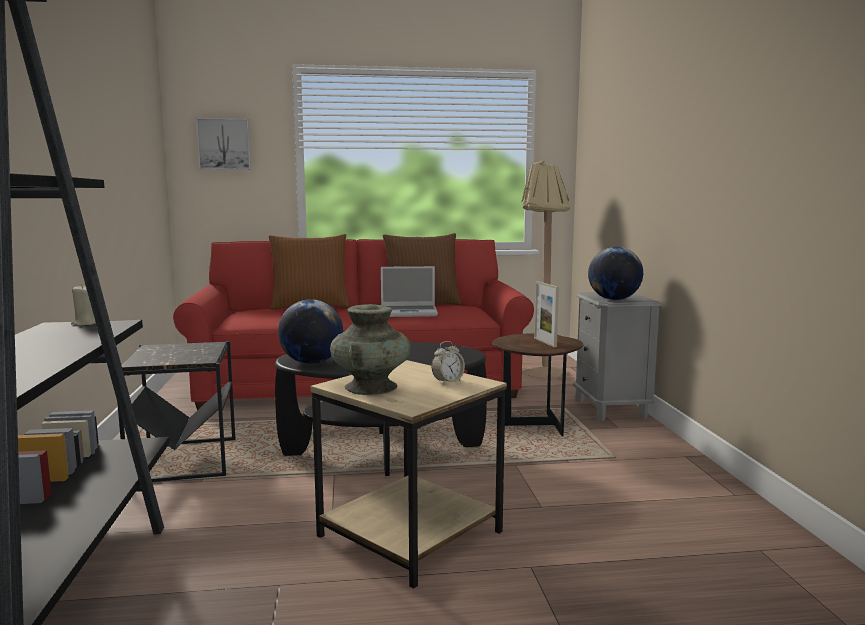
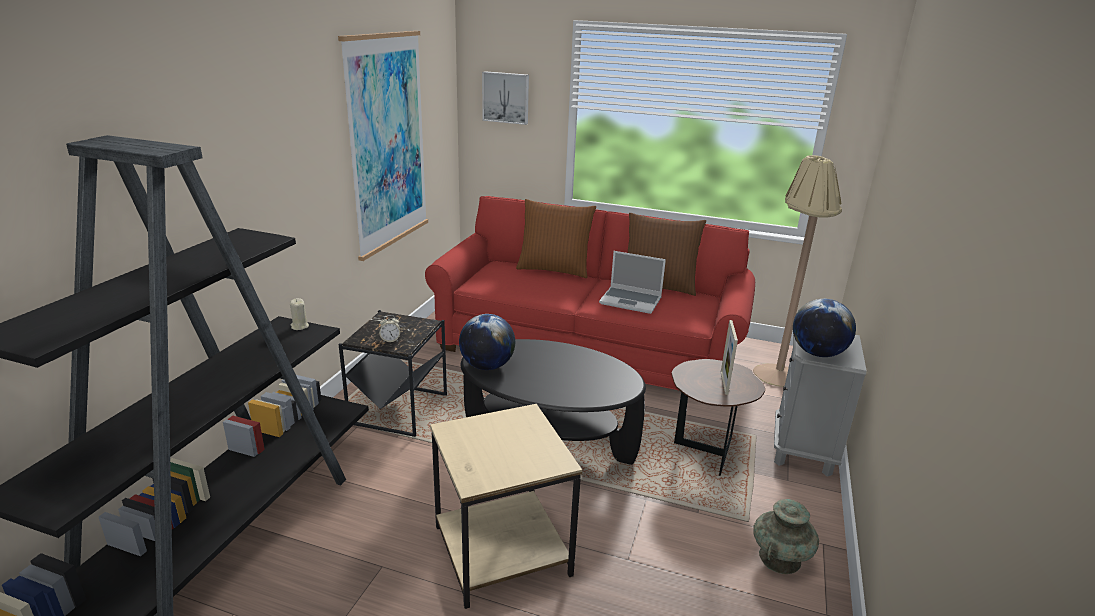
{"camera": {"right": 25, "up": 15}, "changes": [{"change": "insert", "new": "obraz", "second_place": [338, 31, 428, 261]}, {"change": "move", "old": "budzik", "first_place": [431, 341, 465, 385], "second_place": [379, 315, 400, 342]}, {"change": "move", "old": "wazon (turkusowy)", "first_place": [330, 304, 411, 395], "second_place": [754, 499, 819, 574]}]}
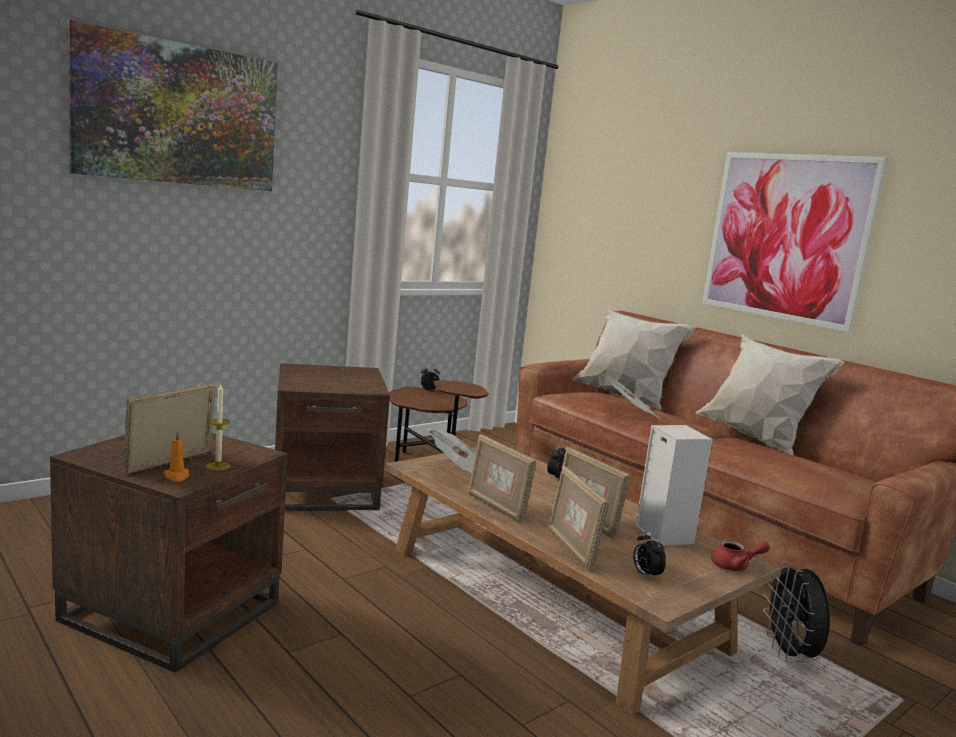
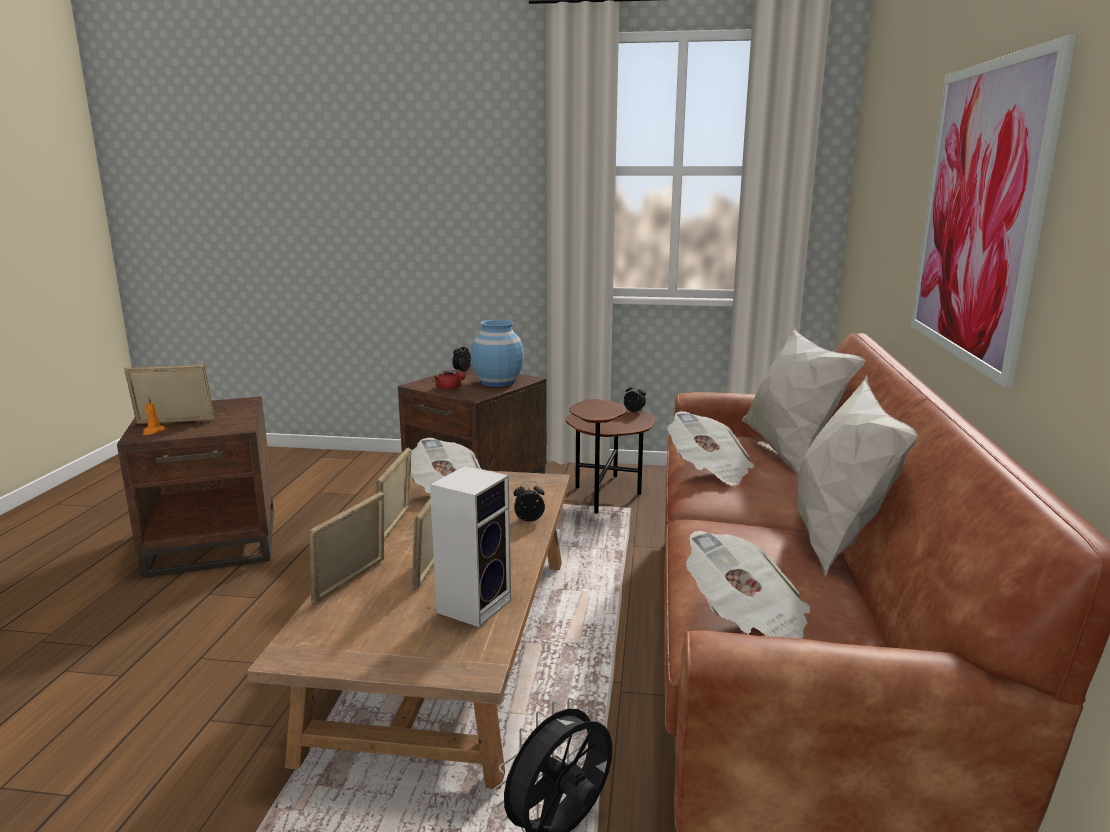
{"camera": {"right": 50, "up": 5}, "changes": [{"change": "move", "old": "imbryk (czerwony)", "first_place": [711, 540, 770, 571], "second_place": [434, 371, 465, 390]}, {"change": "move", "old": "budzik", "first_place": [633, 531, 666, 581], "second_place": [452, 343, 471, 373]}, {"change": "insert", "new": "wazon (niebieski)", "second_place": [471, 319, 524, 387]}, {"change": "insert", "new": "gazeta", "second_place": [686, 530, 810, 639]}, {"change": "delete", "old": "obraz", "first_place": [67, 20, 278, 191]}, {"change": "delete", "old": "świeca", "first_place": [206, 384, 230, 470]}]}
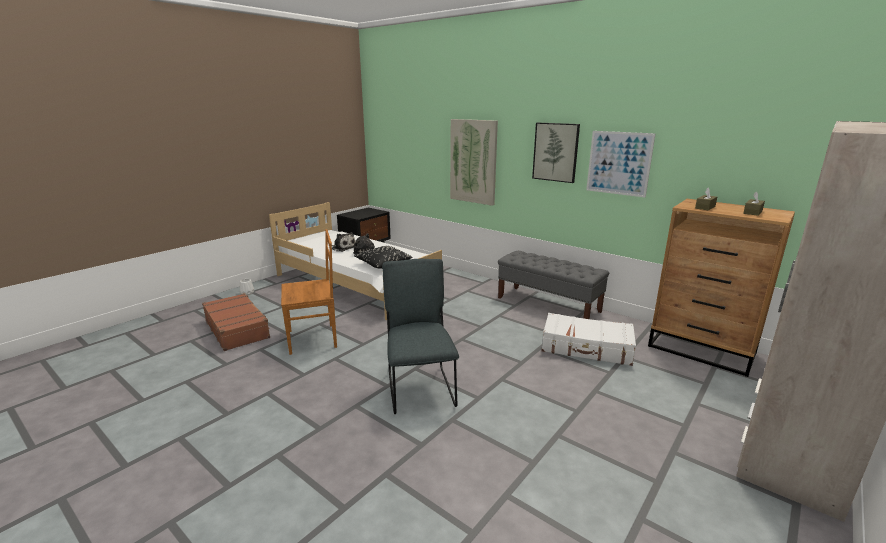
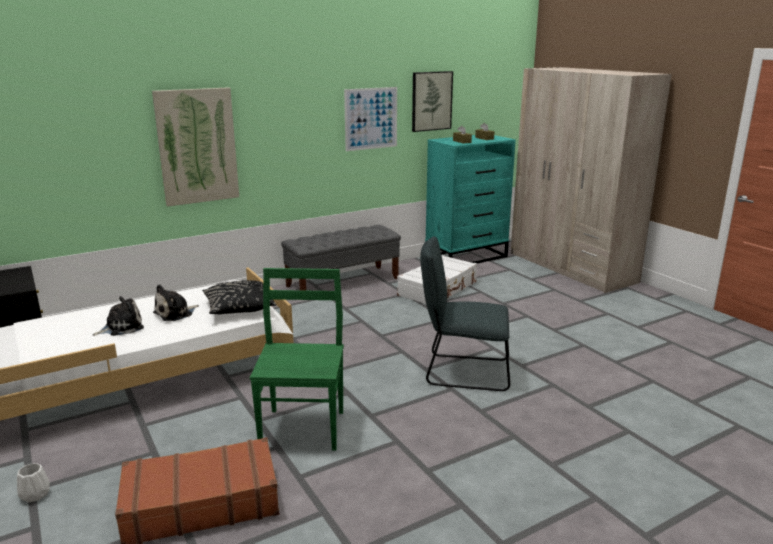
{"camera": {"right": -70, "up": 0}, "changes": [{"change": "recolor", "old": "krzesło (brązowy)", "new": "krzesło (zielony)", "first_place": [281, 229, 337, 355], "second_place": [250, 268, 344, 451]}, {"change": "move", "old": "obraz", "first_place": [532, 123, 580, 183], "second_place": [412, 71, 453, 132]}, {"change": "recolor", "old": "komoda (brązowy)", "new": "komoda (turkusowy)", "first_place": [648, 199, 795, 377], "second_place": [425, 135, 516, 263]}]}
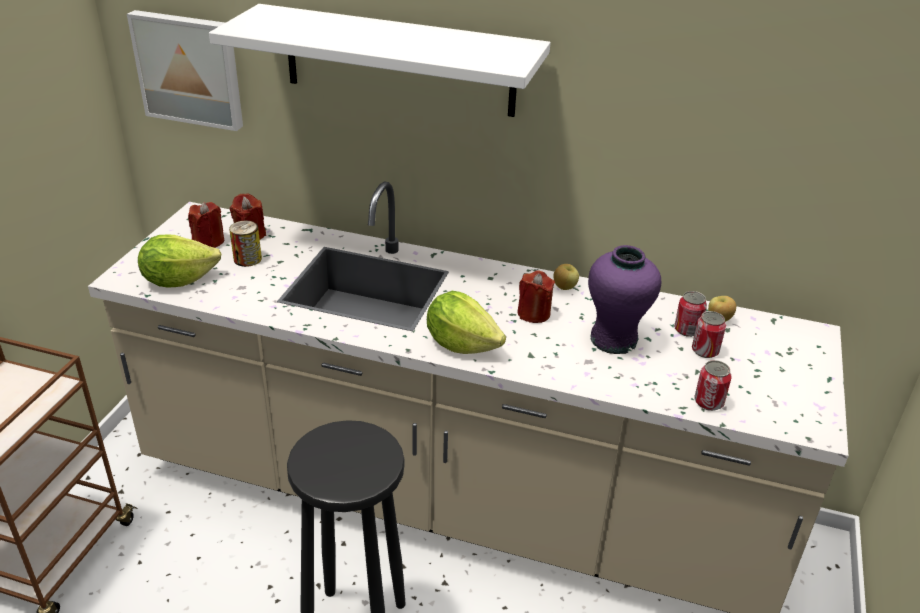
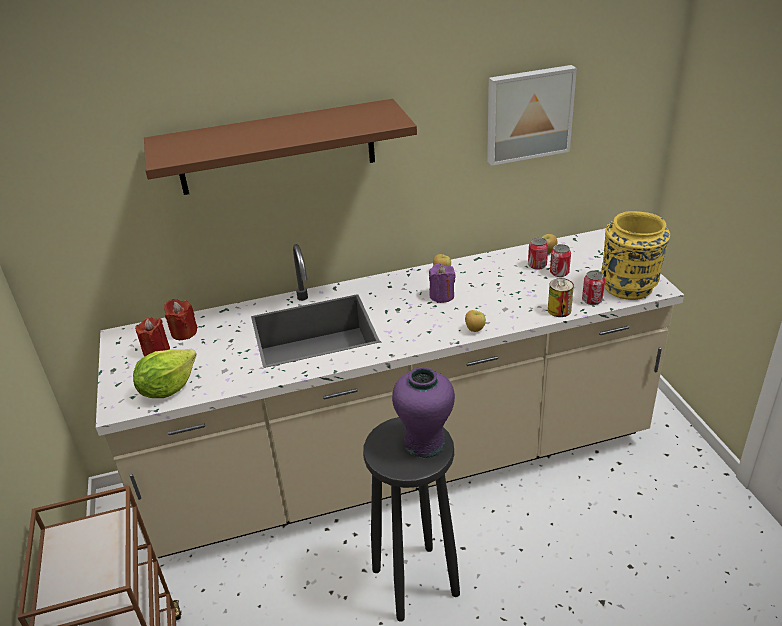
{"camera": {"right": -30, "up": 0}, "changes": [{"change": "recolor", "old": "półka (biały)", "new": "półka (brązowy)", "first_place": [209, 4, 550, 117], "second_place": [144, 99, 417, 195]}, {"change": "move", "old": "wazon (fioletowy)", "first_place": [588, 245, 661, 354], "second_place": [392, 367, 455, 458]}, {"change": "recolor", "old": "świeca (czerwony)", "new": "świeca (fioletowy)", "first_place": [517, 270, 555, 323], "second_place": [429, 264, 455, 303]}, {"change": "insert", "new": "jabłko", "second_place": [465, 310, 486, 332]}, {"change": "move", "old": "obraz", "first_place": [127, 10, 243, 131], "second_place": [487, 65, 577, 166]}, {"change": "move", "old": "puszka", "first_place": [229, 221, 262, 267], "second_place": [548, 278, 574, 317]}, {"change": "insert", "new": "wazon (żółty)", "second_place": [601, 211, 670, 300]}, {"change": "delete", "old": "sałata", "first_place": [427, 291, 506, 354]}]}
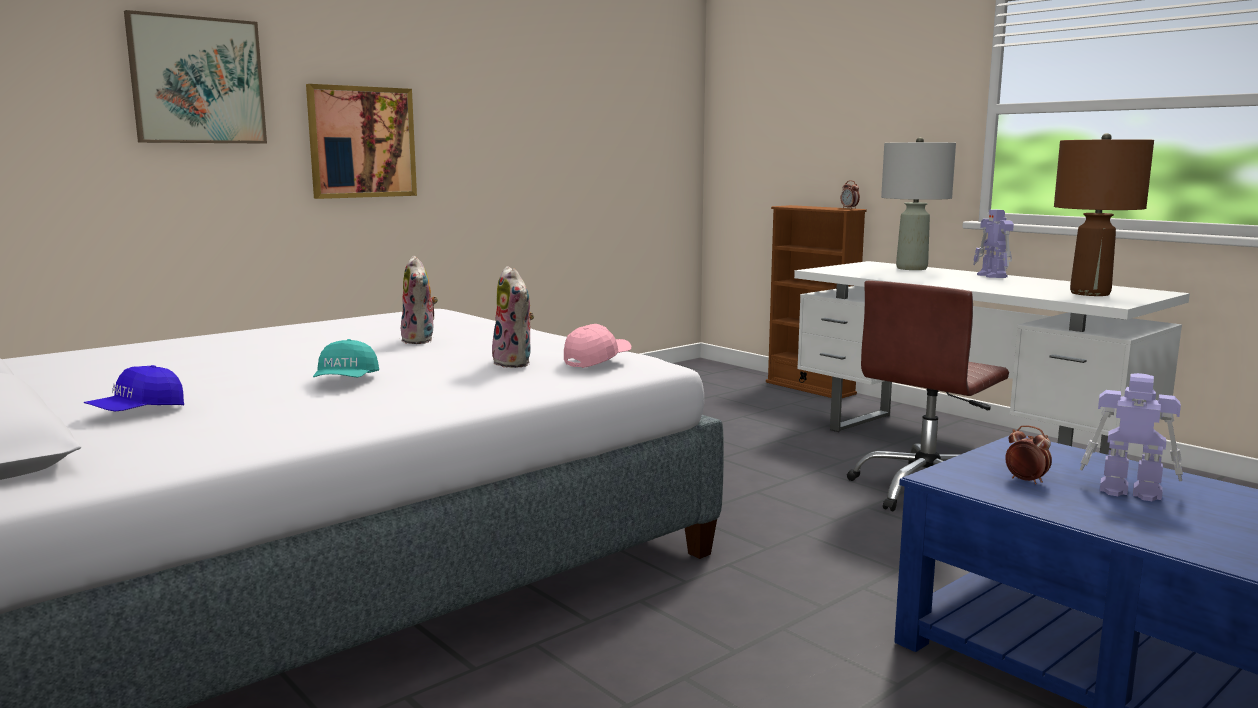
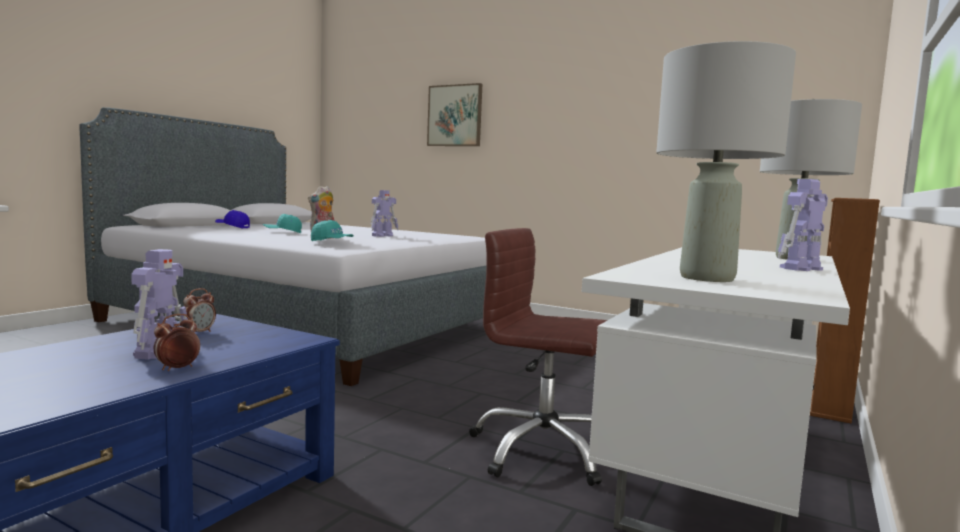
{"camera": {"right": 70, "up": -5}, "changes": [{"change": "move", "old": "budzik", "first_place": [841, 180, 860, 209], "second_place": [154, 314, 200, 371]}, {"change": "recolor", "old": "czapka z daszkiem (różowy)", "new": "czapka z daszkiem (turkusowy)", "first_place": [564, 324, 631, 368], "second_place": [311, 220, 353, 241]}, {"change": "replace", "old": "pluszak", "new": "robot zabawkowy", "first_place": [401, 256, 438, 344], "second_place": [371, 190, 398, 237]}, {"change": "recolor", "old": "lampa stołowa (brązowy)", "new": "lampa stołowa (szary)", "first_place": [1054, 133, 1154, 296], "second_place": [656, 41, 796, 282]}, {"change": "delete", "old": "obraz", "first_place": [306, 84, 417, 199]}]}
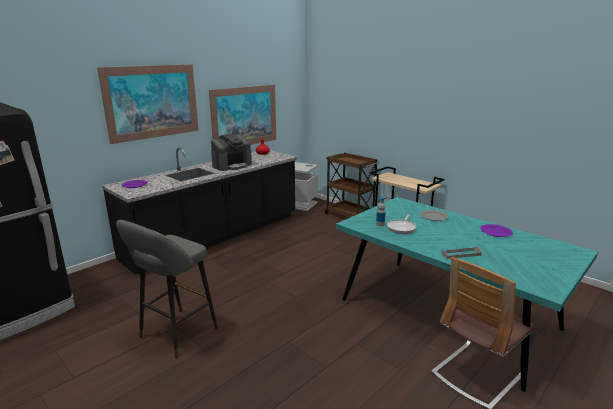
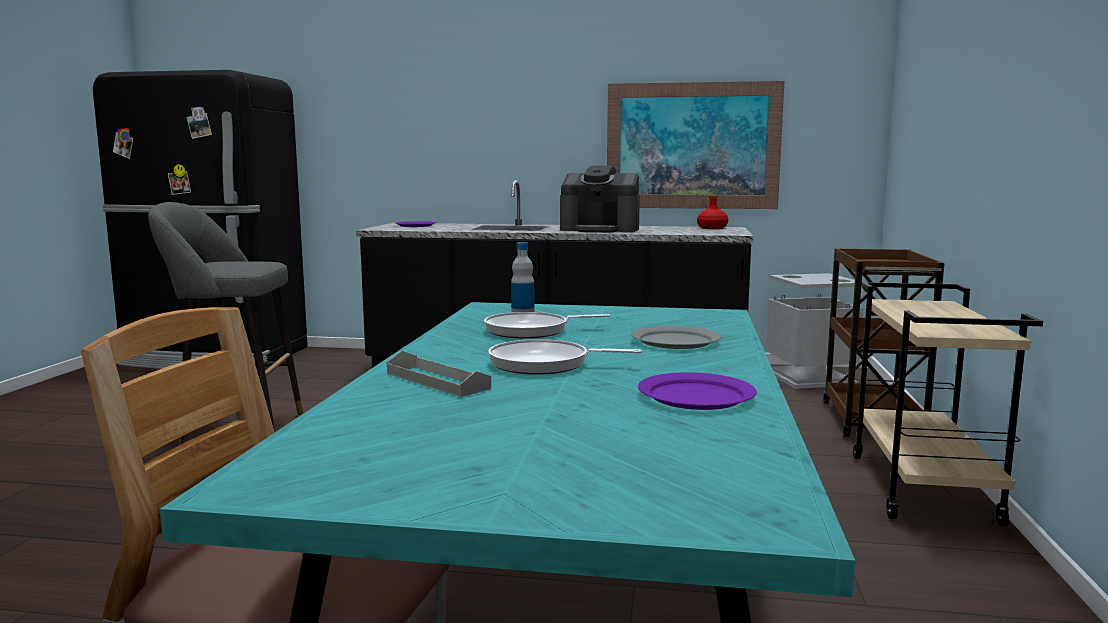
{"camera": {"right": 55, "up": -10}, "changes": [{"change": "insert", "new": "patelnia", "second_place": [488, 339, 642, 375]}, {"change": "delete", "old": "obraz", "first_place": [97, 64, 199, 144]}]}
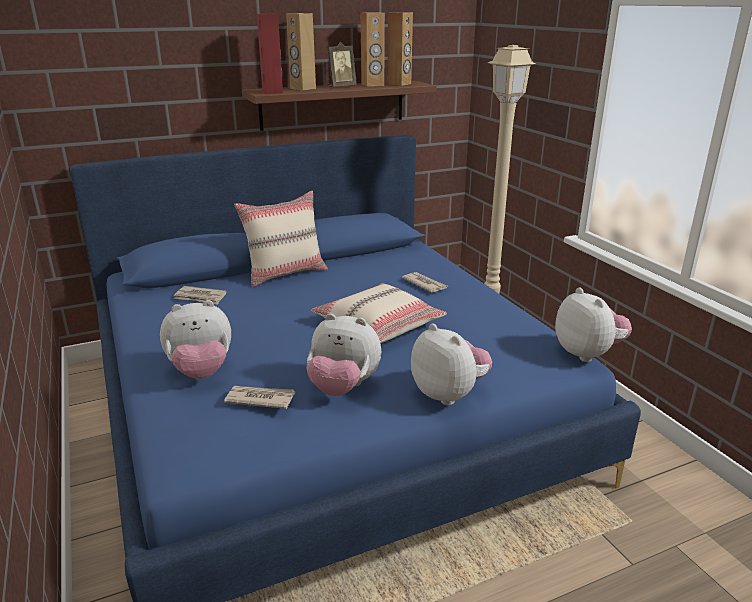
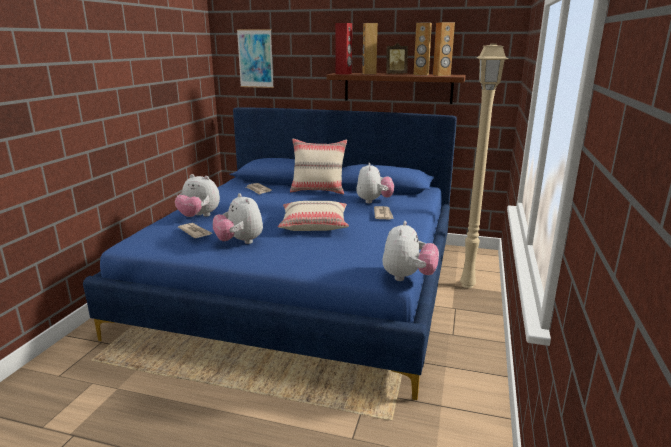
{"camera": {"right": 40, "up": -5}, "changes": [{"change": "insert", "new": "obraz", "second_place": [237, 29, 274, 88]}, {"change": "move", "old": "pluszak", "first_place": [411, 323, 492, 405], "second_place": [356, 162, 394, 203]}]}
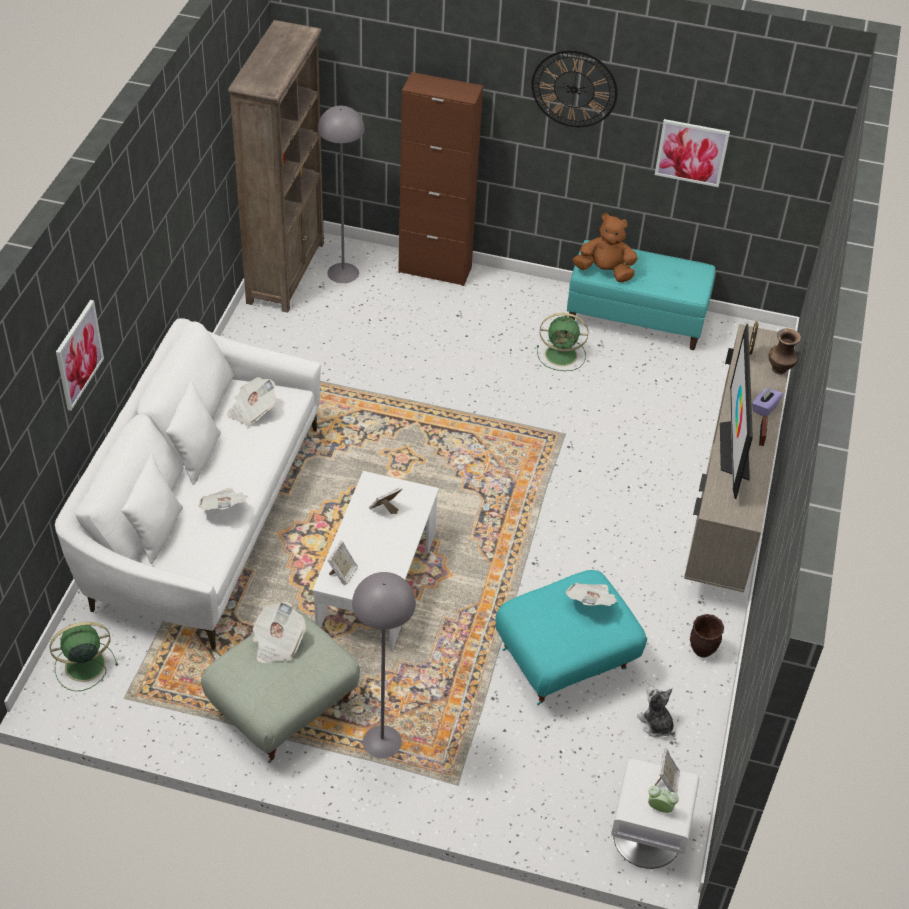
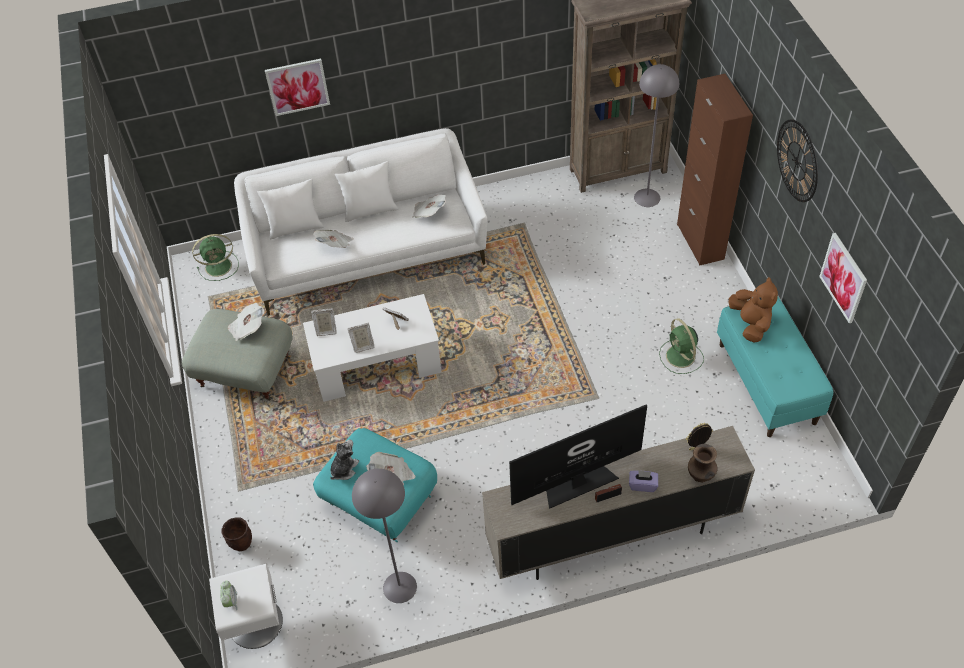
{"camera": {"right": 65, "up": 5}, "changes": [{"change": "rotate", "old": "wentylator (zielony)", "first_place": [49, 622, 118, 691], "second_place": [192, 234, 239, 281], "degrees": 120}, {"change": "move", "old": "donica (brązowy)", "first_place": [690, 614, 724, 658], "second_place": [221, 517, 252, 551]}, {"change": "move", "old": "pluszak", "first_place": [637, 686, 675, 737], "second_place": [330, 439, 359, 480]}, {"change": "move", "old": "ramka na zdjęcie", "first_place": [654, 748, 680, 793], "second_place": [347, 323, 375, 353]}, {"change": "move", "old": "lampa stojąca (szary)", "first_place": [352, 572, 416, 758], "second_place": [352, 468, 417, 603]}]}
